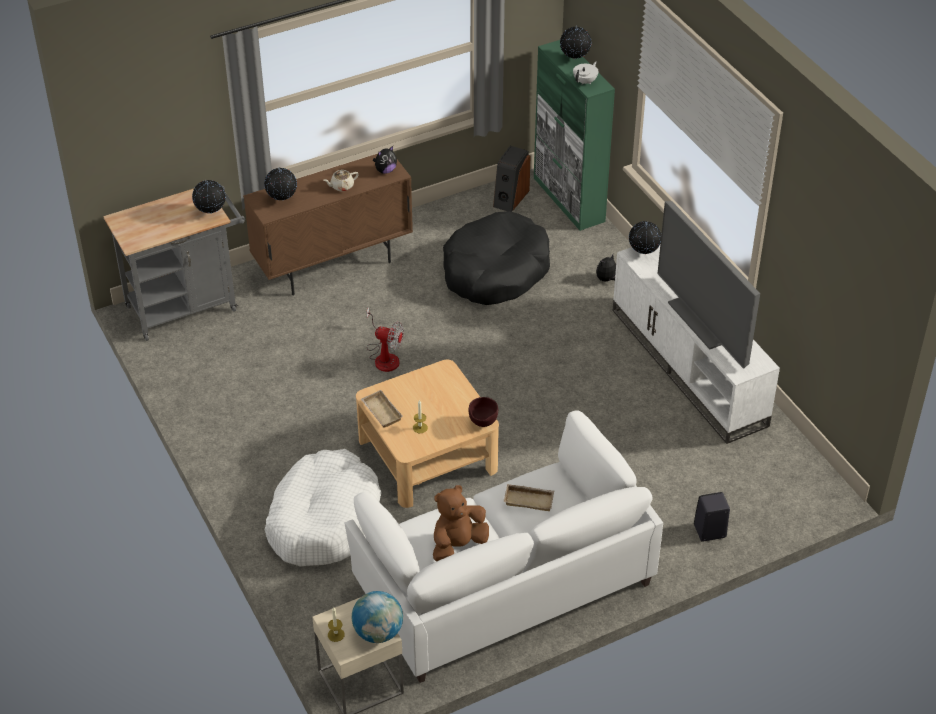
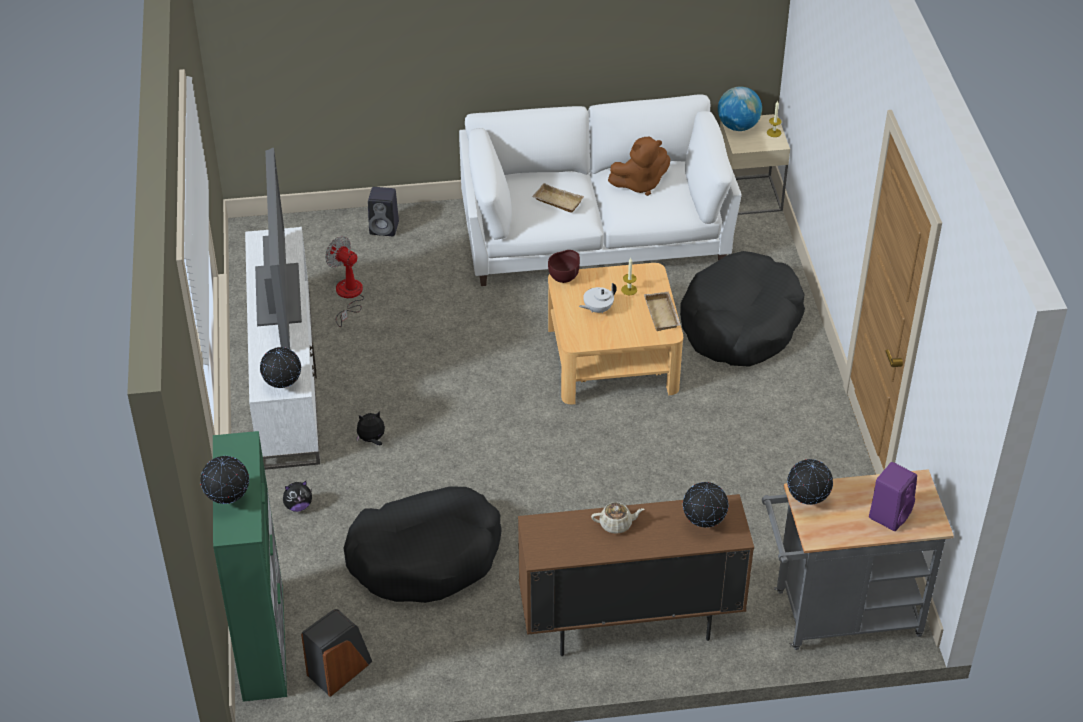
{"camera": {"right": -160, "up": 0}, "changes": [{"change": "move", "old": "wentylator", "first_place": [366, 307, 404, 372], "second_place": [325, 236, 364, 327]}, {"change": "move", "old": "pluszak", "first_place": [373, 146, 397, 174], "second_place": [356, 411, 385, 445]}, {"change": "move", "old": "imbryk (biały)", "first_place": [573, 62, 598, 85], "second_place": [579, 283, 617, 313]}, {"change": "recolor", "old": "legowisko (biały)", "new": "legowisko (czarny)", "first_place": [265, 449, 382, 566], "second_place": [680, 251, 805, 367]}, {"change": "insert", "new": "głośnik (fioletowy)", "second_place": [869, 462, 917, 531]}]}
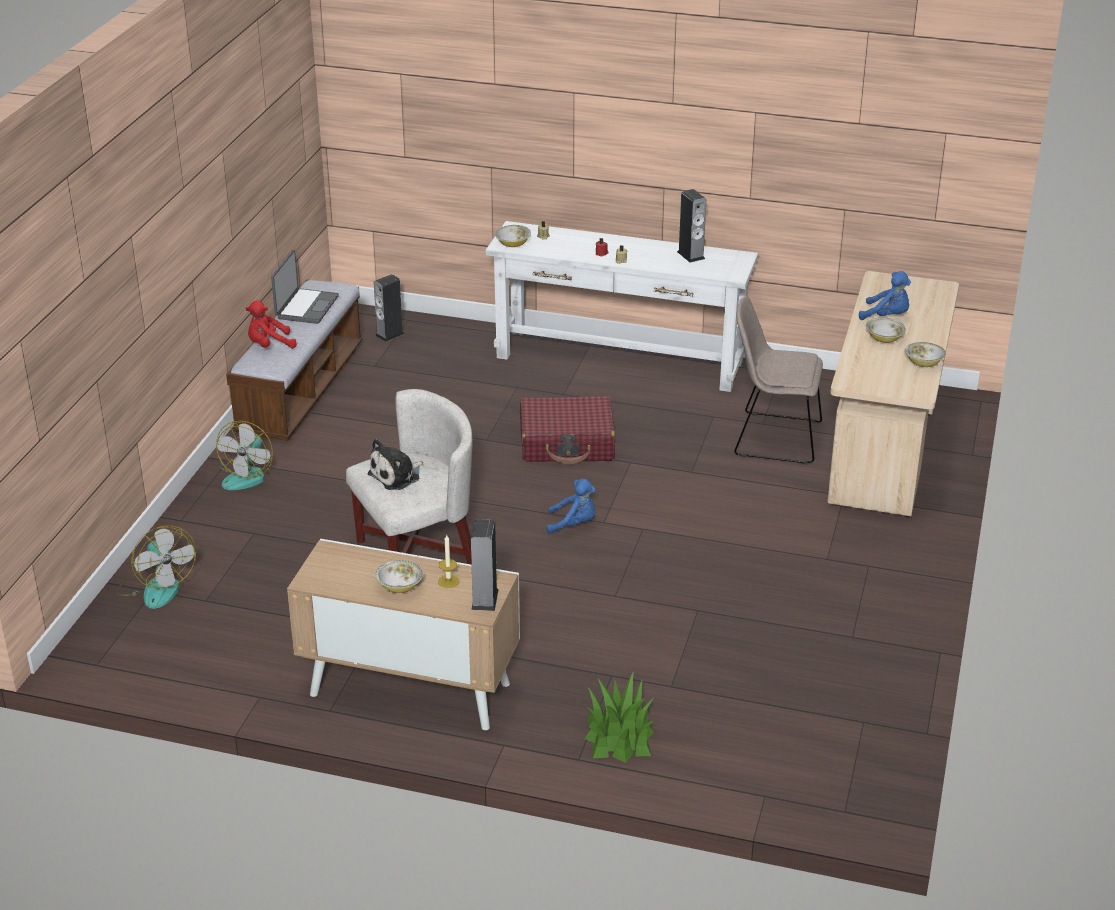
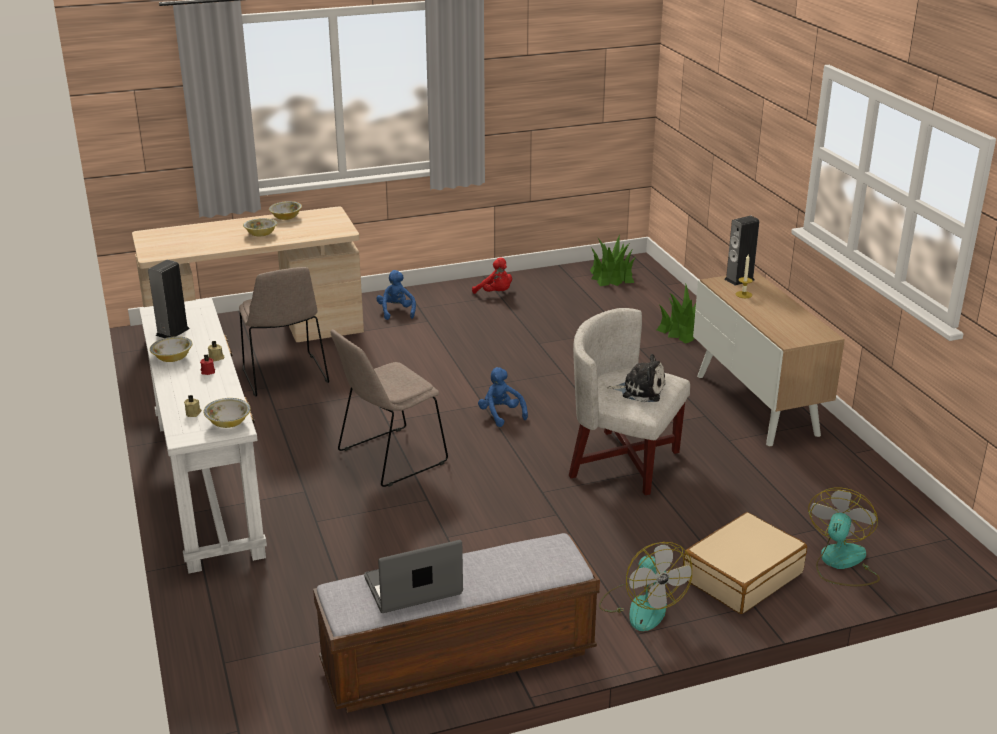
{"camera": {"right": -125, "up": -5}, "changes": [{"change": "move", "old": "miska", "first_place": [375, 560, 423, 593], "second_place": [150, 336, 193, 362]}, {"change": "replace", "old": "walizka (czerwony)", "new": "krzesło (beżowy)", "first_place": [520, 396, 615, 464], "second_place": [330, 329, 448, 487]}, {"change": "move", "old": "pluszak (niebieski)", "first_place": [859, 271, 911, 320], "second_place": [376, 270, 416, 320]}, {"change": "move", "old": "pluszak (czerwony)", "first_place": [245, 301, 297, 348], "second_place": [472, 257, 512, 294]}, {"change": "insert", "new": "roślina doniczkowa", "second_place": [590, 235, 636, 286]}, {"change": "rotate", "old": "wentylator", "first_place": [216, 421, 273, 490], "second_place": [599, 542, 692, 631], "degrees": 90}, {"change": "insert", "new": "walizka (beżowy)", "second_place": [683, 512, 807, 614]}, {"change": "delete", "old": "głośnik", "first_place": [374, 274, 405, 342]}]}
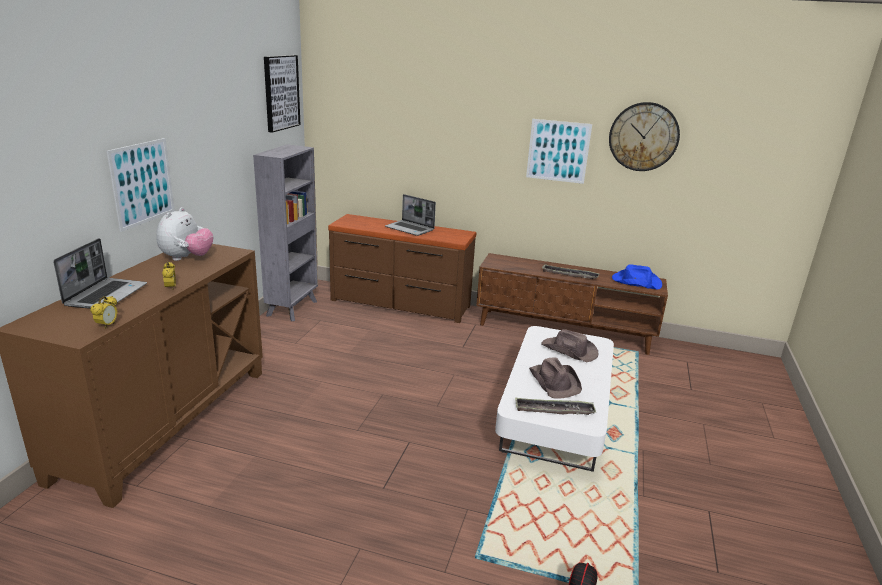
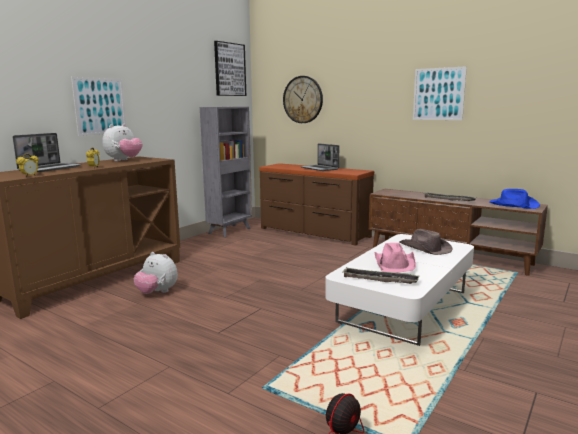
{"camera": {"right": 20, "up": -10}, "changes": [{"change": "insert", "new": "pluszak", "second_place": [134, 252, 178, 294]}, {"change": "move", "old": "zegar ścienny", "first_place": [609, 102, 680, 171], "second_place": [283, 76, 323, 123]}, {"change": "recolor", "old": "kapelusz (brązowy)", "new": "kapelusz (różowy)", "first_place": [529, 358, 582, 399], "second_place": [375, 243, 416, 273]}]}
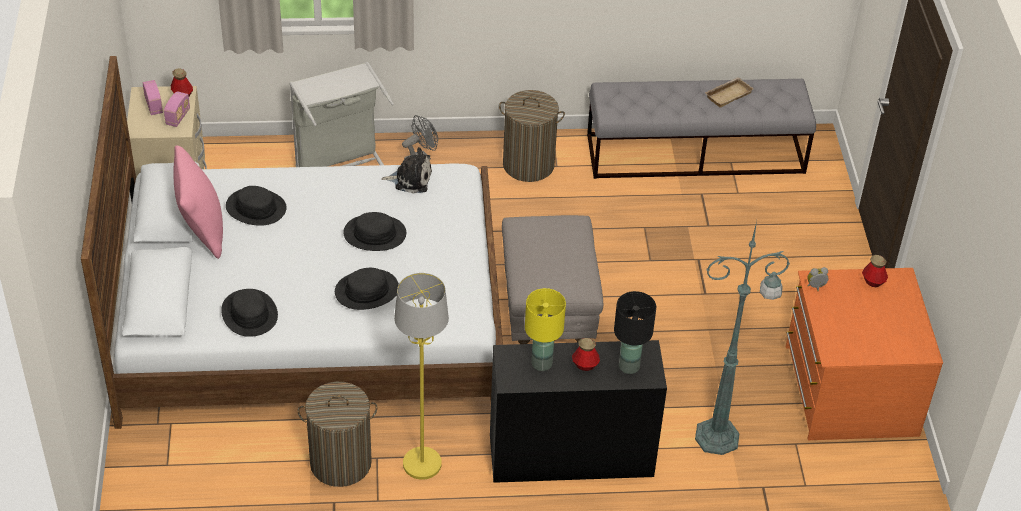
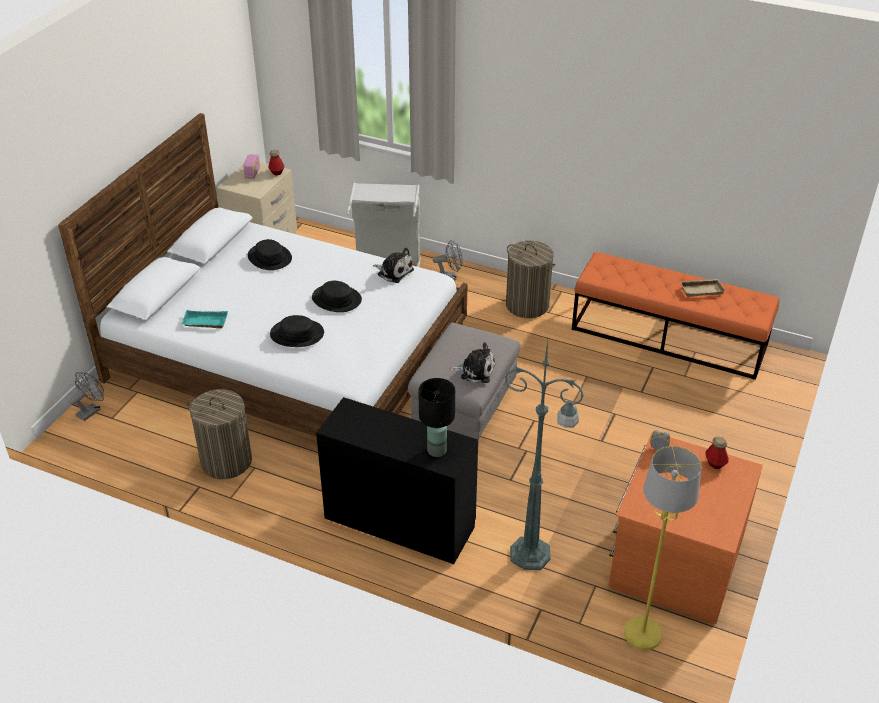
{"camera": {"right": 30, "up": -5}, "changes": [{"change": "insert", "new": "wentylator (szary)", "second_place": [70, 372, 104, 421]}, {"change": "replace", "old": "kapelusz (czarny)", "new": "taca (turkusowy)", "first_place": [221, 289, 278, 337], "second_place": [181, 310, 228, 328]}, {"change": "insert", "new": "pluszak", "second_place": [449, 342, 495, 383]}, {"change": "recolor", "old": "ławka (szary)", "new": "ławka (pomarańczowy)", "first_place": [587, 79, 816, 179], "second_place": [572, 252, 779, 380]}, {"change": "move", "old": "lampa stojąca (żółty)", "first_place": [394, 273, 449, 480], "second_place": [624, 446, 702, 650]}, {"change": "delete", "old": "radio", "first_place": [164, 91, 190, 127]}, {"change": "delete", "old": "poduszka (różowy)", "first_place": [173, 146, 223, 259]}, {"change": "delete", "old": "lampa stołowa (żółty)", "first_place": [525, 288, 566, 371]}, {"change": "delete", "old": "butelka", "first_place": [572, 338, 600, 371]}]}
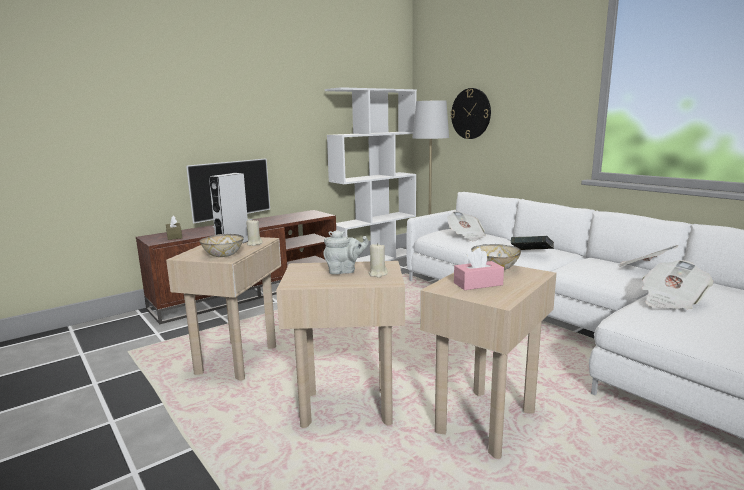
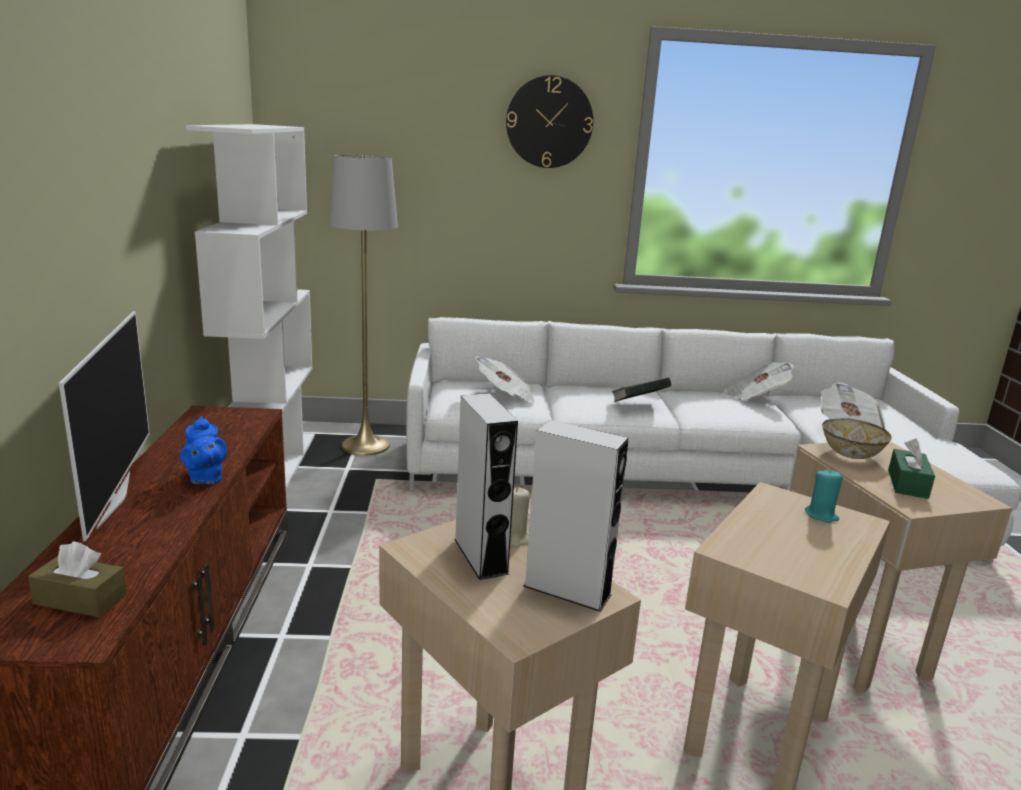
{"camera": {"right": -55, "up": 5}, "changes": [{"change": "insert", "new": "imbryk (niebieski)", "second_place": [180, 416, 227, 484]}, {"change": "move", "old": "zegar ścienny", "first_place": [450, 88, 491, 139], "second_place": [506, 75, 593, 168]}, {"change": "replace", "old": "miska", "new": "głośnik (szary)", "first_place": [200, 234, 244, 257], "second_place": [523, 420, 628, 612]}, {"change": "recolor", "old": "świeca (beżowy)", "new": "świeca (turkusowy)", "first_place": [369, 243, 388, 278], "second_place": [805, 469, 843, 523]}, {"change": "recolor", "old": "pudełko chusteczek (różowy)", "new": "pudełko chusteczek (zielony)", "first_place": [454, 248, 504, 290], "second_place": [888, 439, 935, 499]}, {"change": "delete", "old": "imbryk (szary)", "first_place": [323, 230, 369, 275]}]}
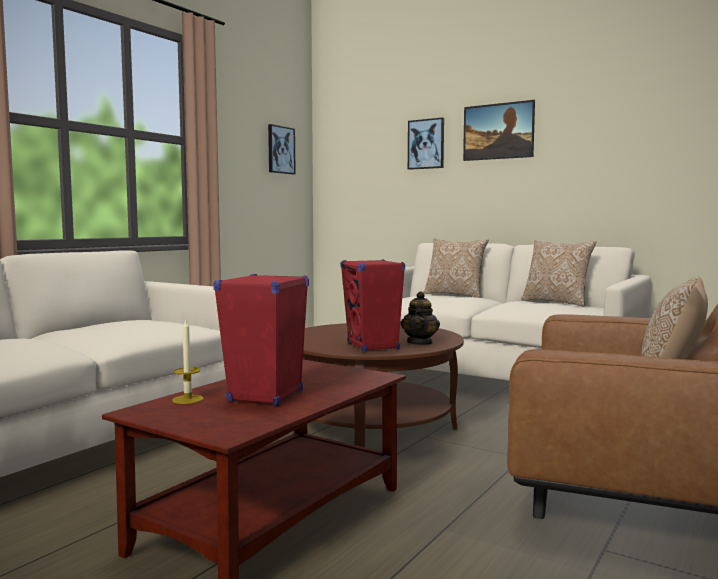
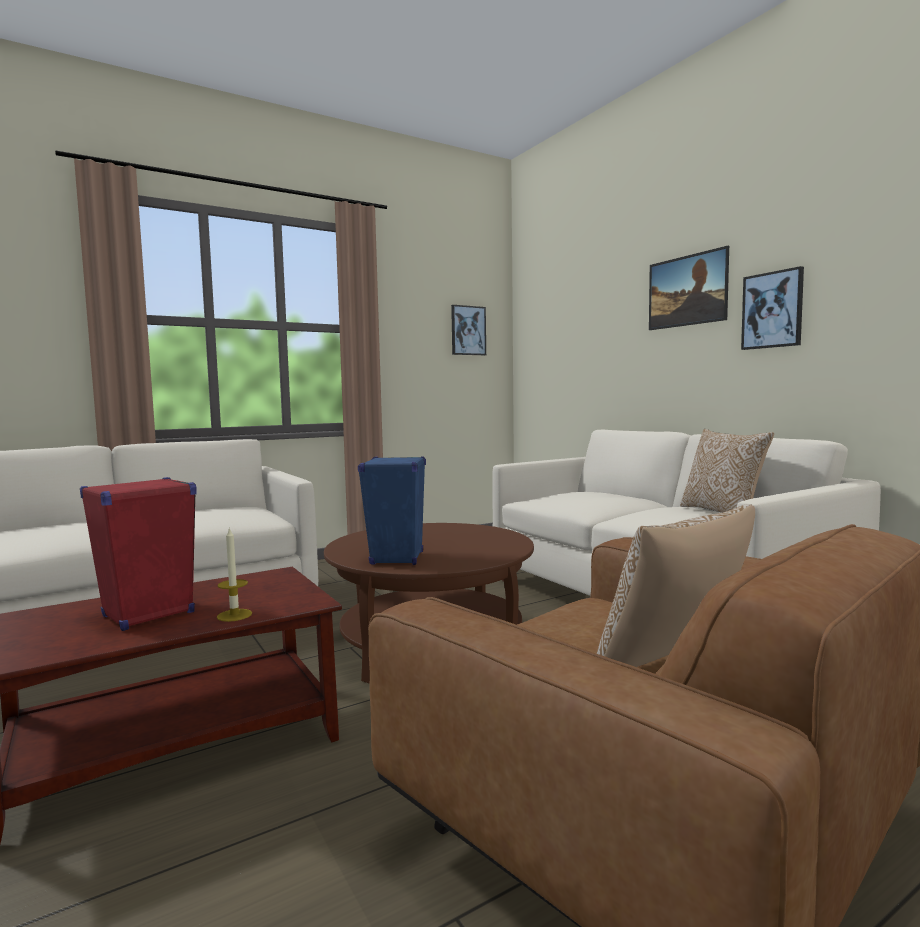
{"camera": {"right": 25, "up": 0}, "changes": [{"change": "move", "old": "świeca", "first_place": [172, 318, 203, 404], "second_place": [217, 527, 252, 622]}, {"change": "recolor", "old": "głośnik (czerwony)", "new": "głośnik (niebieski)", "first_place": [340, 259, 405, 352], "second_place": [358, 456, 426, 565]}, {"change": "move", "old": "obraz", "first_place": [408, 117, 444, 170], "second_place": [741, 266, 804, 350]}, {"change": "delete", "old": "imbryk", "first_place": [401, 291, 440, 345]}, {"change": "delete", "old": "poduszka", "first_place": [423, 239, 489, 298]}]}
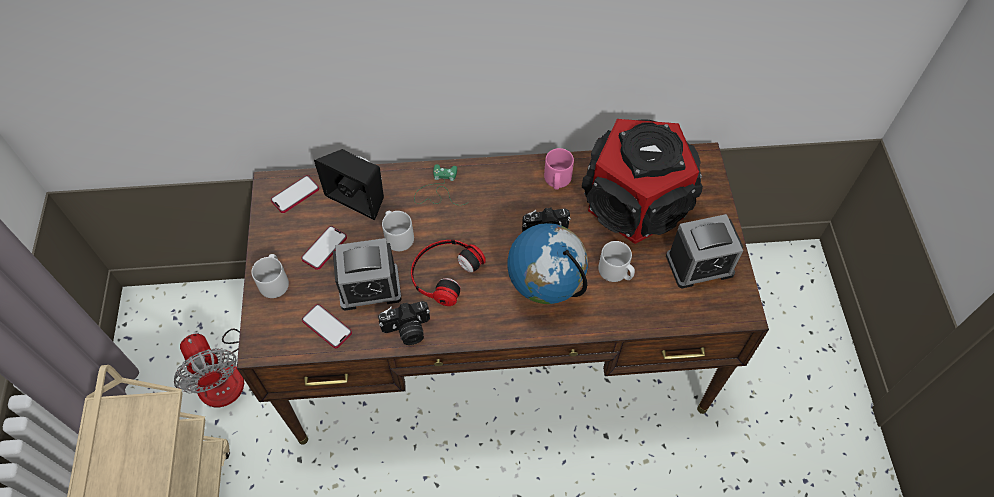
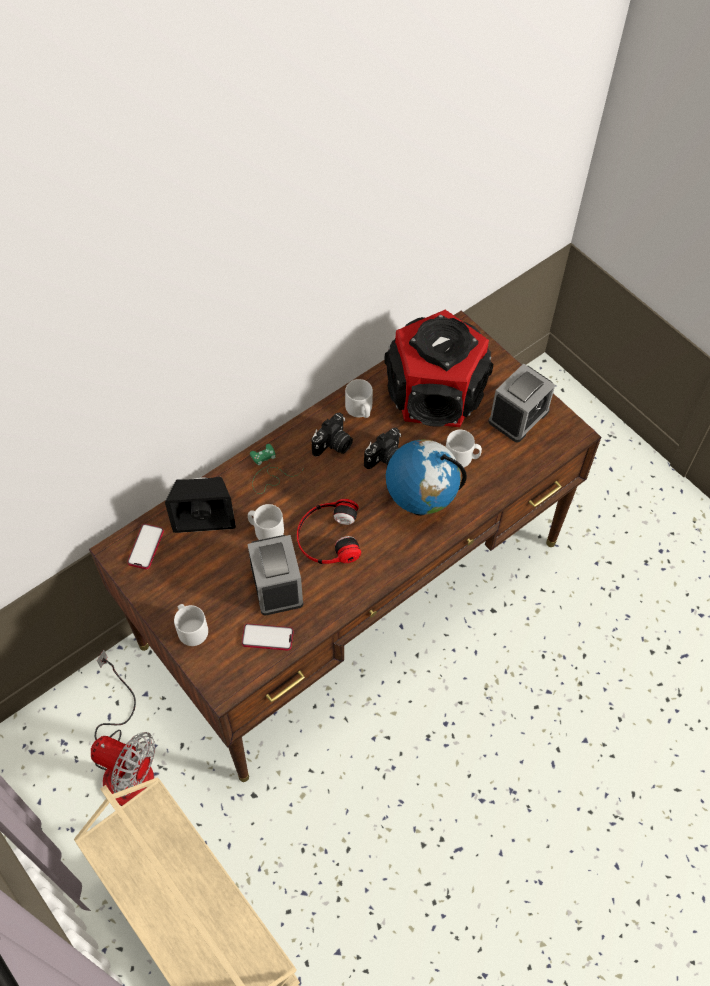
{"camera": {"right": -35, "up": 0}, "changes": [{"change": "rotate", "old": "budzik", "first_place": [333, 238, 401, 311], "second_place": [248, 535, 303, 616], "degrees": -60}, {"change": "move", "old": "aparat fotograficzny", "first_place": [378, 301, 430, 345], "second_place": [312, 412, 353, 457]}, {"change": "recolor", "old": "kubek (różowy)", "new": "kubek (szary)", "first_place": [544, 148, 574, 190], "second_place": [345, 379, 373, 418]}, {"change": "delete", "old": "telefon", "first_place": [301, 226, 347, 270]}]}
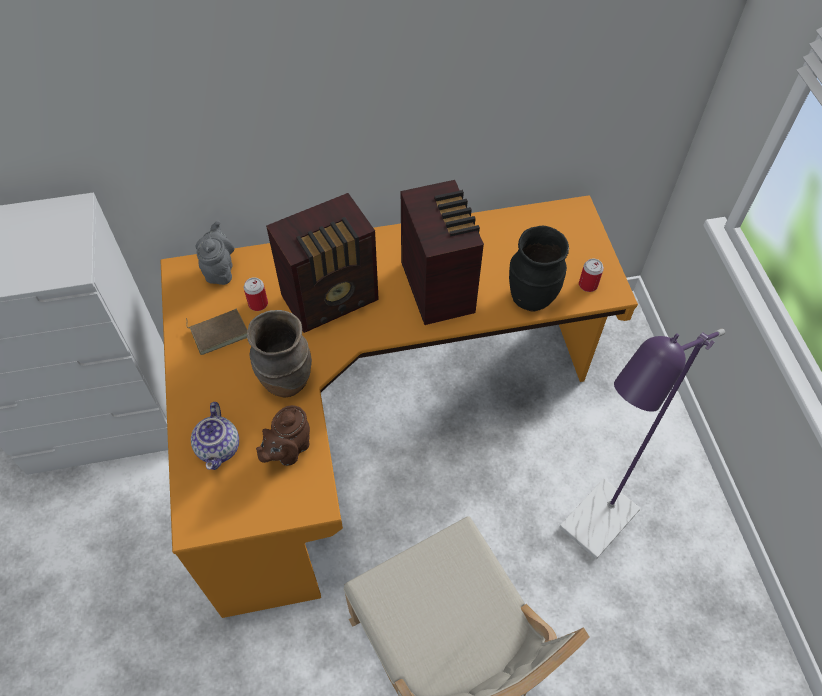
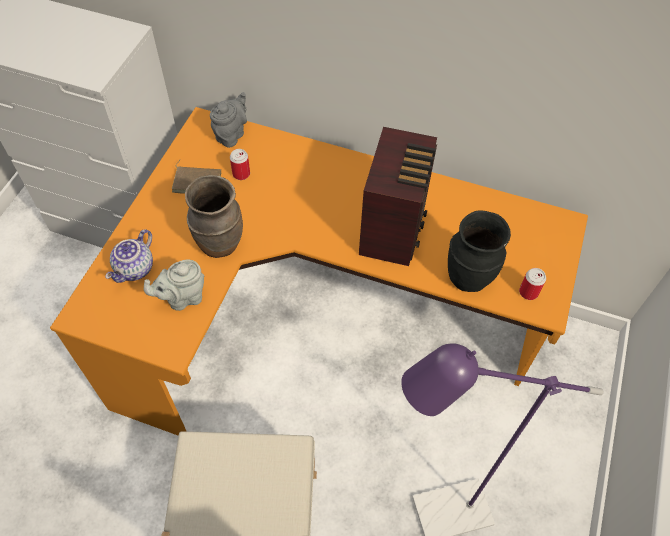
{"camera": {"right": 30, "up": 0}, "changes": [{"change": "recolor", "old": "imbryk (brązowy)", "new": "imbryk (szary)", "first_place": [256, 405, 310, 466], "second_place": [144, 259, 204, 311]}, {"change": "delete", "old": "radio", "first_place": [266, 193, 379, 333]}]}
